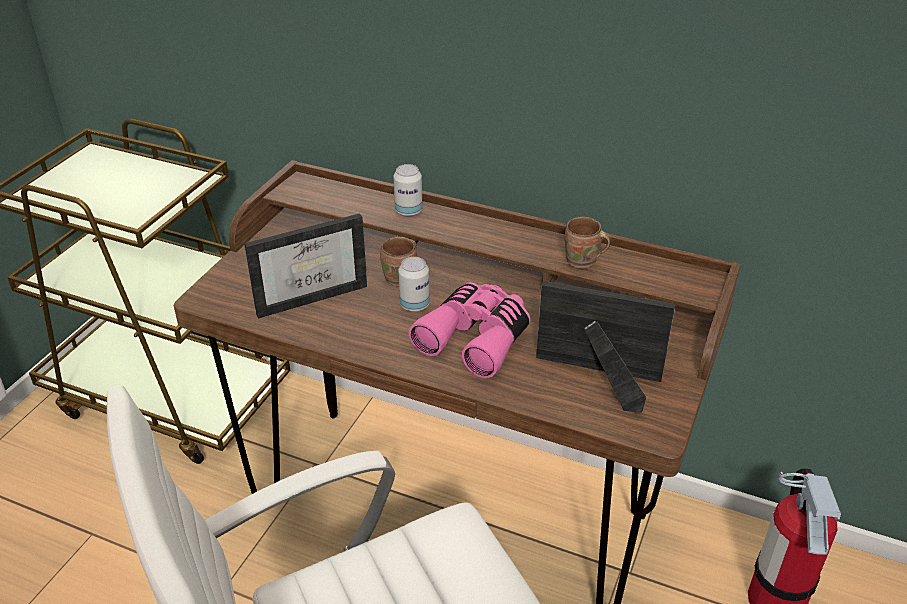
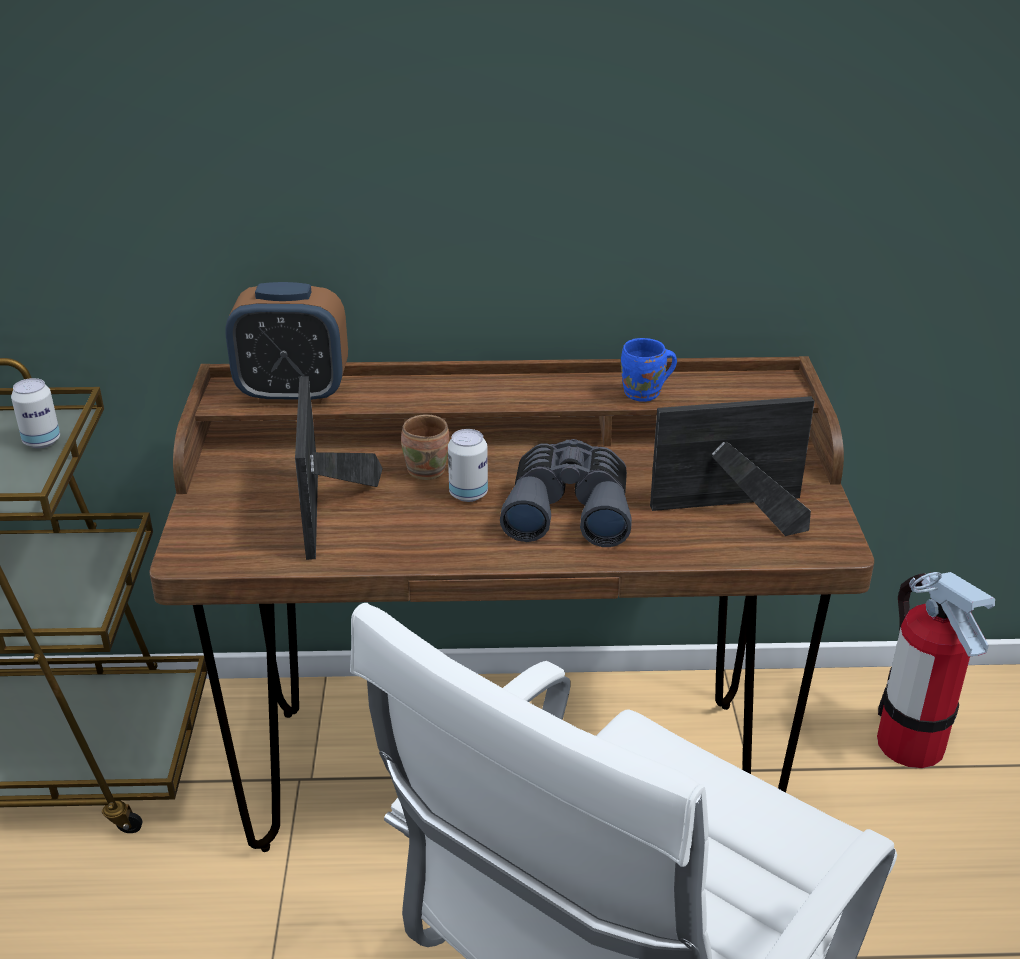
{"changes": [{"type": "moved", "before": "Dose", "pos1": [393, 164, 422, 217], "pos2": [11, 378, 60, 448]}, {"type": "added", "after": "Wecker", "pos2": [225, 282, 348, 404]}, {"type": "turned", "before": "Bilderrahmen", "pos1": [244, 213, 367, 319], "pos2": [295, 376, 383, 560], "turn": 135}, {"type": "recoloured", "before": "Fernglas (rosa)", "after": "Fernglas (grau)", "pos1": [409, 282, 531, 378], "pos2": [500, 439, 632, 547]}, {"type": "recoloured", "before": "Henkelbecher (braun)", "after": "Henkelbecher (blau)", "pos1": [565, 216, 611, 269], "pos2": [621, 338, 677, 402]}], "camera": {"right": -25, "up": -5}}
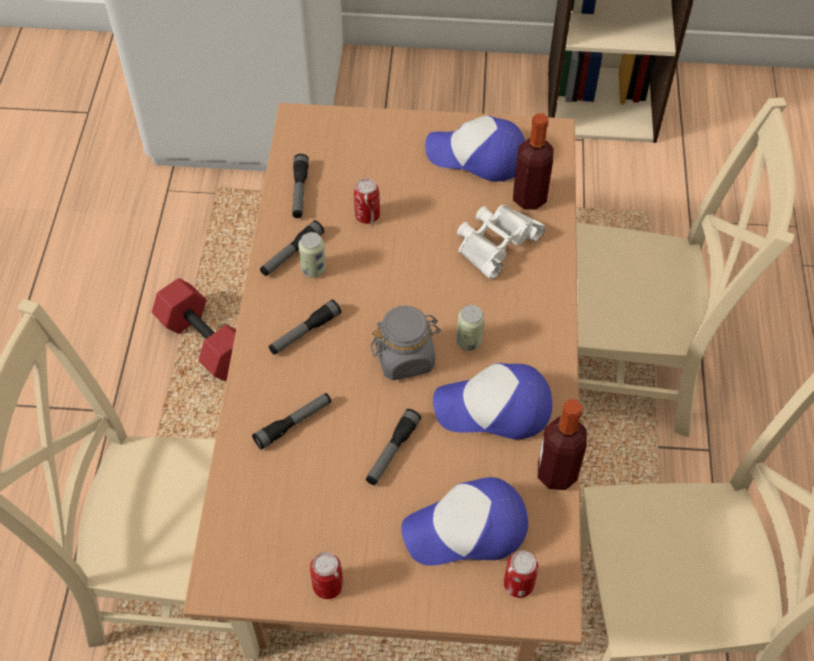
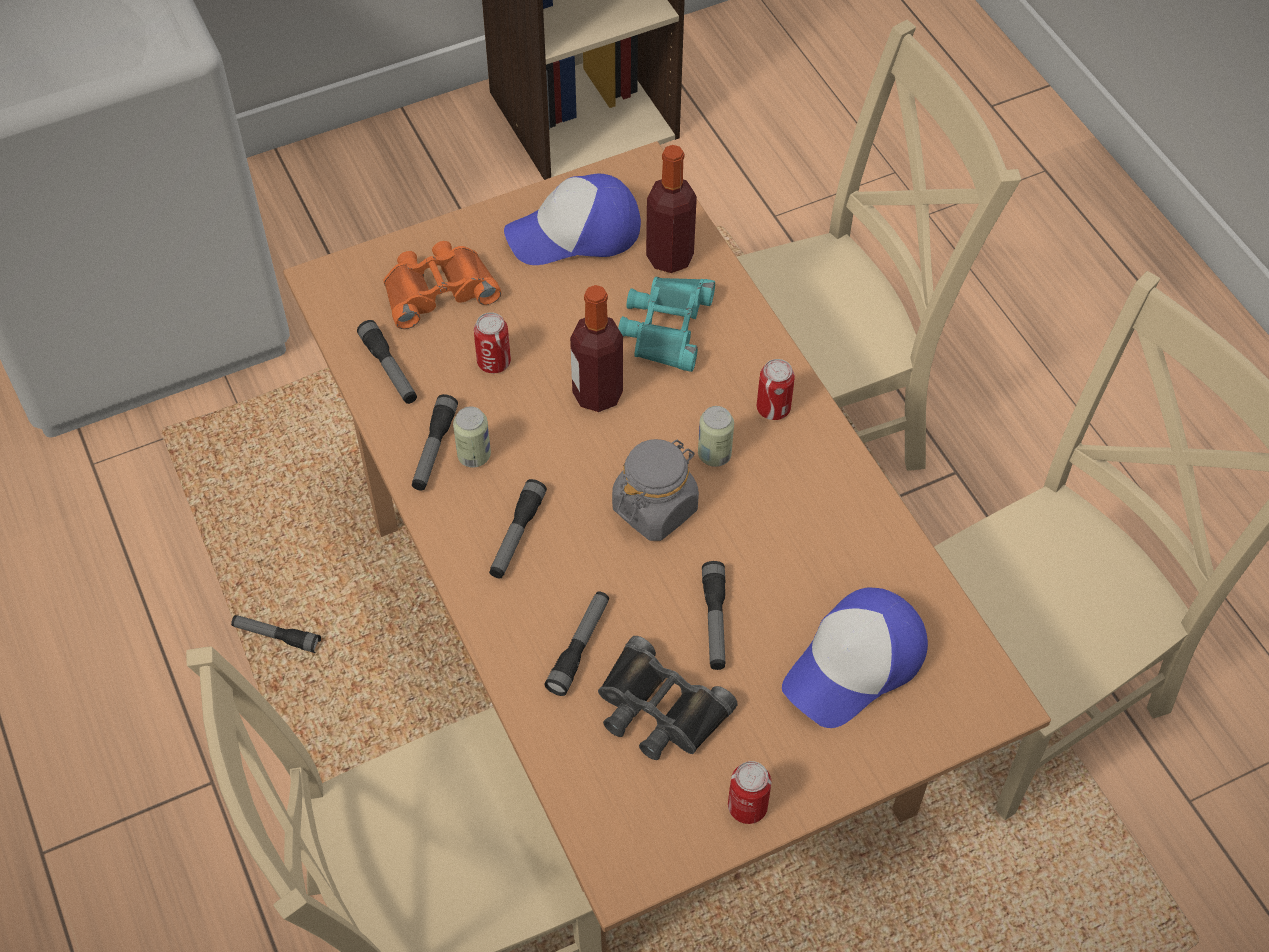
{"changes": [{"type": "replaced", "before": "Hantel (rot)", "after": "Taschenlampe", "pos1": [152, 278, 236, 381], "pos2": [231, 615, 321, 653]}, {"type": "added", "after": "Fernglas (orange)", "pos2": [383, 241, 502, 329]}, {"type": "moved", "before": "Flasche", "pos1": [537, 399, 587, 490], "pos2": [570, 285, 623, 412]}, {"type": "added", "after": "Fernglas (schwarz)", "pos2": [598, 636, 738, 760]}, {"type": "recoloured", "before": "Fernglas (weiß)", "after": "Fernglas (türkis)", "pos1": [457, 205, 545, 279], "pos2": [618, 277, 715, 372]}, {"type": "moved", "before": "Dose", "pos1": [504, 550, 538, 598], "pos2": [757, 359, 795, 420]}, {"type": "removed", "before": "Kappe", "pos1": [433, 363, 552, 439]}], "camera": {"right": -30, "up": 0}}
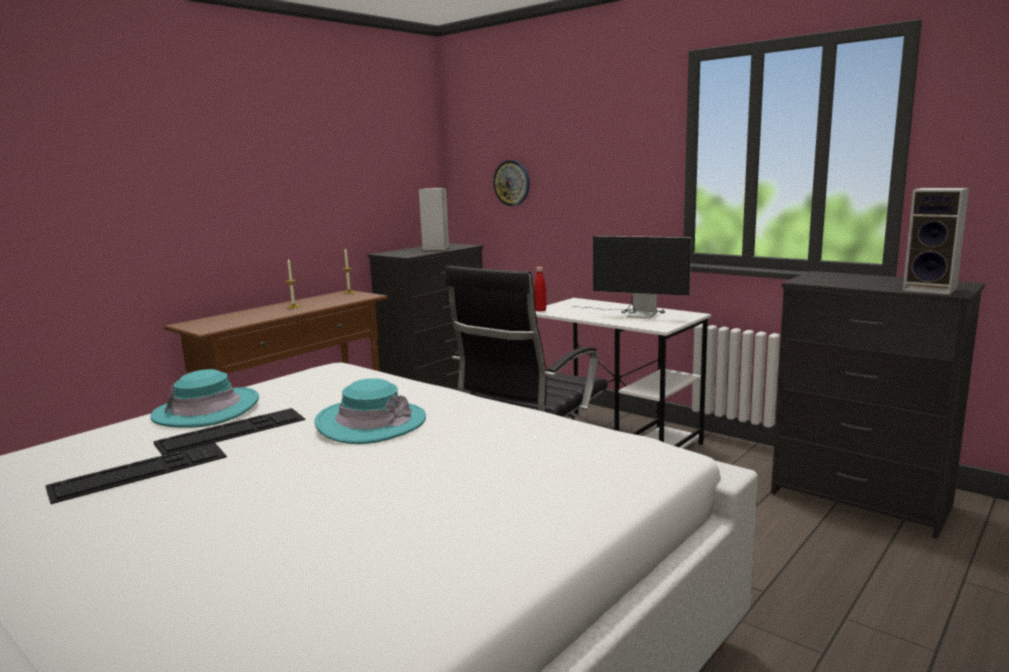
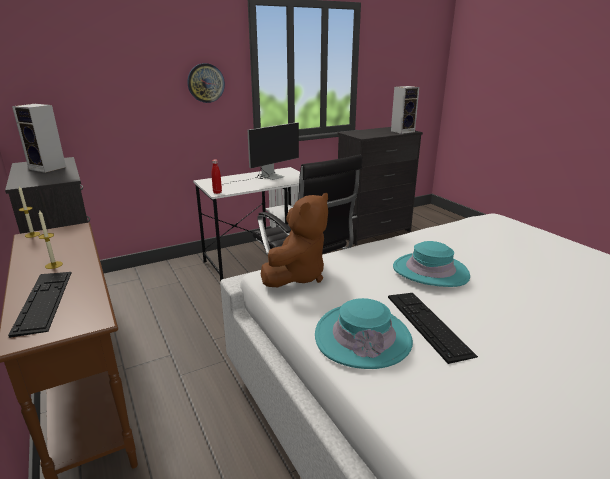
{"changes": [{"type": "moved", "before": "Tastatur", "pos1": [45, 442, 227, 504], "pos2": [8, 272, 72, 338]}, {"type": "moved", "before": "Wanduhr", "pos1": [493, 160, 530, 206], "pos2": [187, 63, 225, 103]}, {"type": "added", "after": "Plüschtier (braun)", "pos2": [261, 193, 328, 287]}], "camera": {"right": -70, "up": 10}}
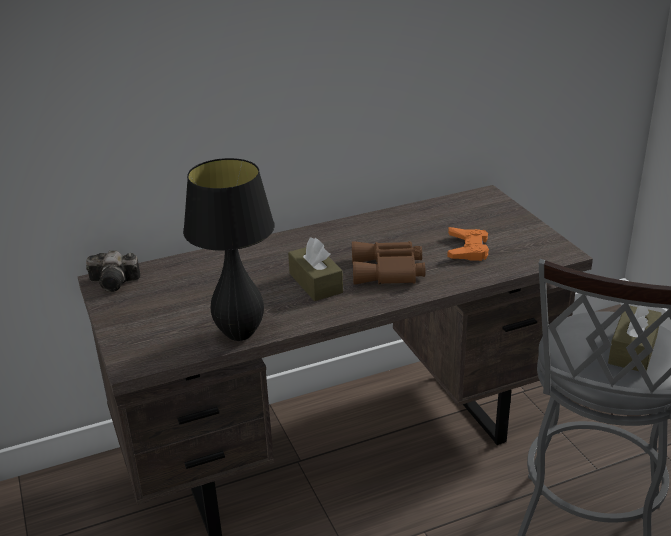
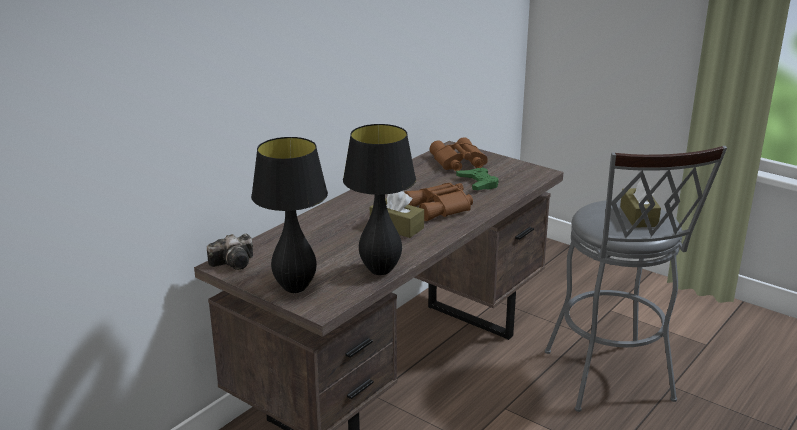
{"changes": [{"type": "added", "after": "Tischlampe (schwarz)", "pos2": [251, 137, 328, 293]}, {"type": "added", "after": "Fernglas (braun)", "pos2": [430, 137, 488, 171]}, {"type": "recoloured", "before": "Gamepad (orange)", "after": "Gamepad (grün)", "pos1": [447, 227, 489, 261], "pos2": [456, 167, 499, 190]}], "camera": {"right": -30, "up": -5}}
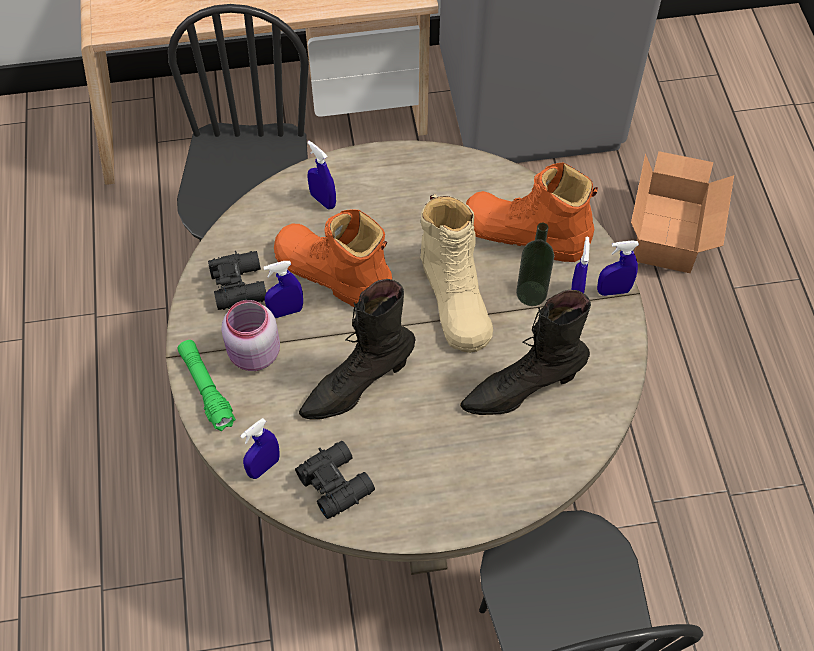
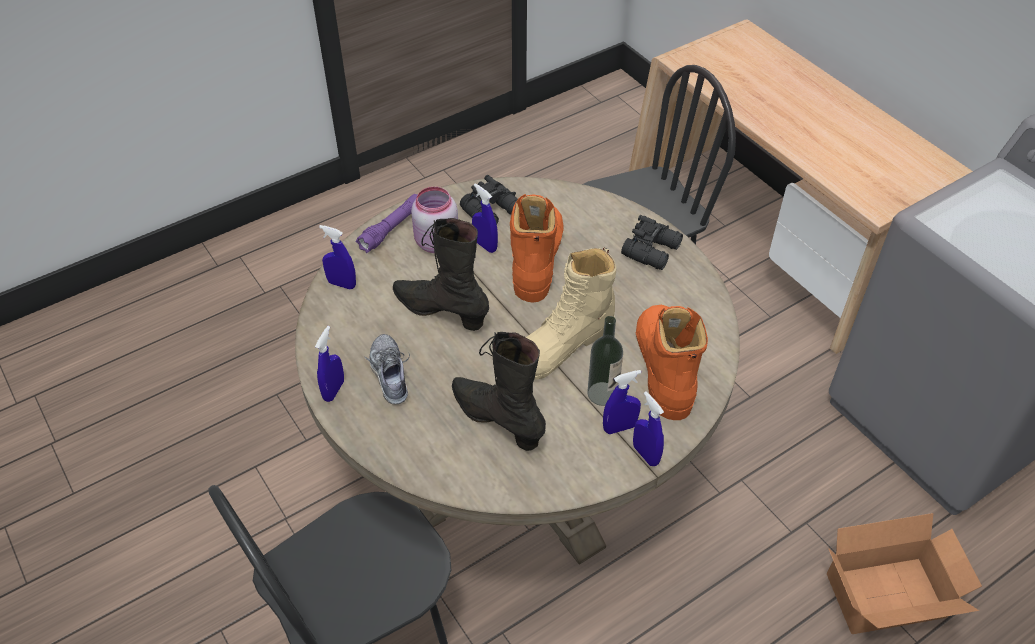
{"changes": [{"type": "moved", "before": "Sprühflasche (blau)", "pos1": [307, 141, 336, 209], "pos2": [315, 326, 344, 402]}, {"type": "recoloured", "before": "Taschenlampe (grün)", "after": "Taschenlampe (lila)", "pos1": [177, 340, 236, 431], "pos2": [356, 194, 417, 253]}, {"type": "added", "after": "Schuh", "pos2": [365, 334, 410, 405]}, {"type": "moved", "before": "Fernglas (schwarz)", "pos1": [295, 441, 375, 519], "pos2": [621, 215, 683, 270]}], "camera": {"right": 65, "up": -10}}
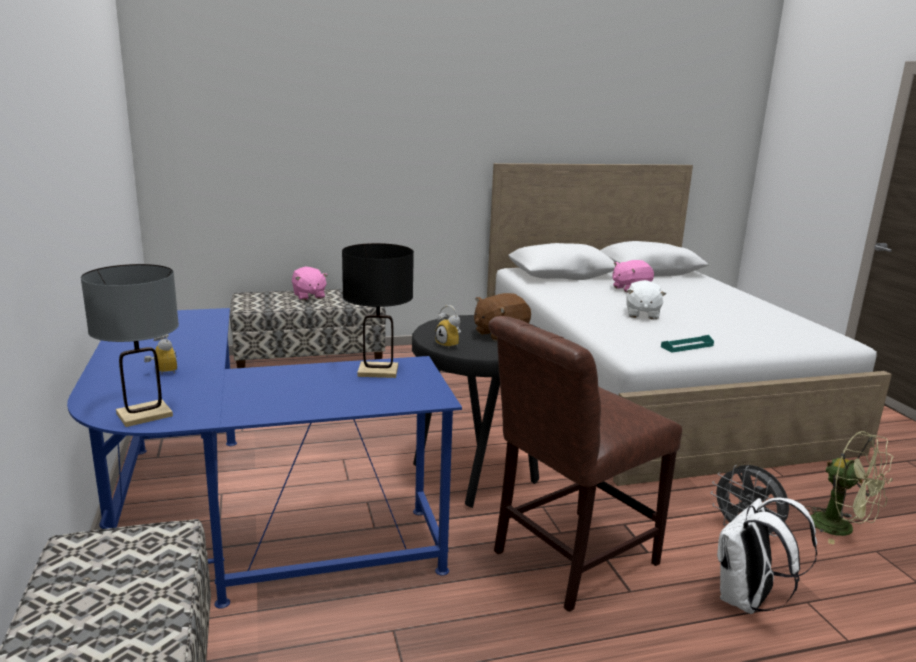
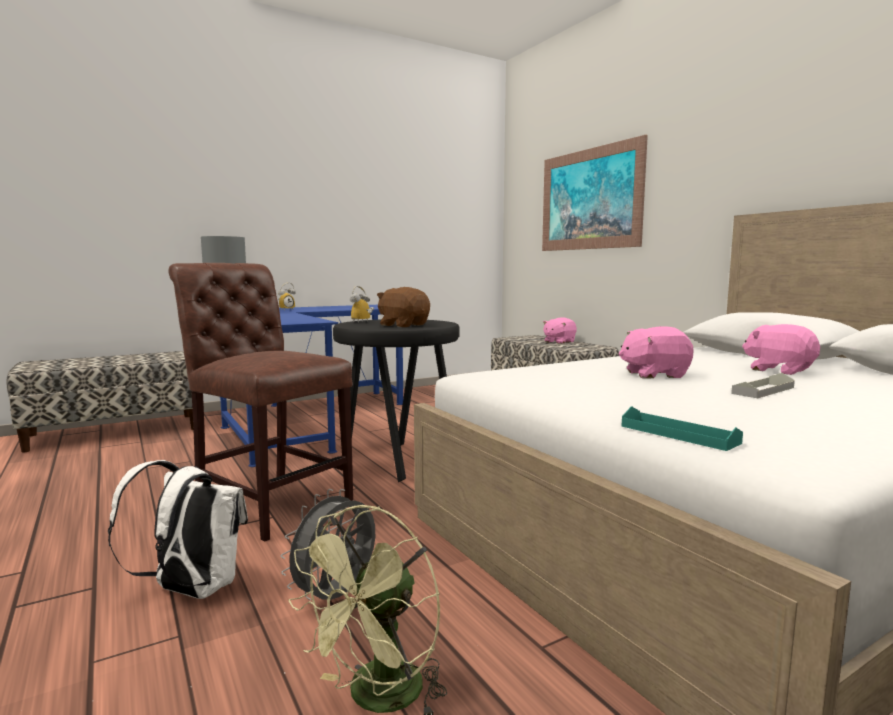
{"changes": [{"type": "added", "after": "Bild", "pos2": [542, 135, 648, 251]}, {"type": "recoloured", "before": "Plüschtier (weiß)", "after": "Plüschtier (rosa)", "pos1": [627, 280, 667, 319], "pos2": [619, 326, 694, 379]}, {"type": "moved", "before": "Tablett (türkis)", "pos1": [661, 335, 714, 353], "pos2": [621, 406, 743, 451]}, {"type": "added", "after": "Tablett (grau)", "pos2": [731, 373, 795, 398]}, {"type": "removed", "before": "Tischlampe (schwarz)", "pos1": [342, 243, 414, 378]}], "camera": {"right": 75, "up": -10}}
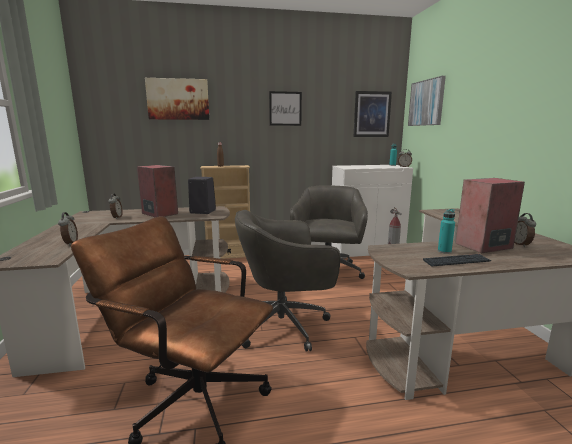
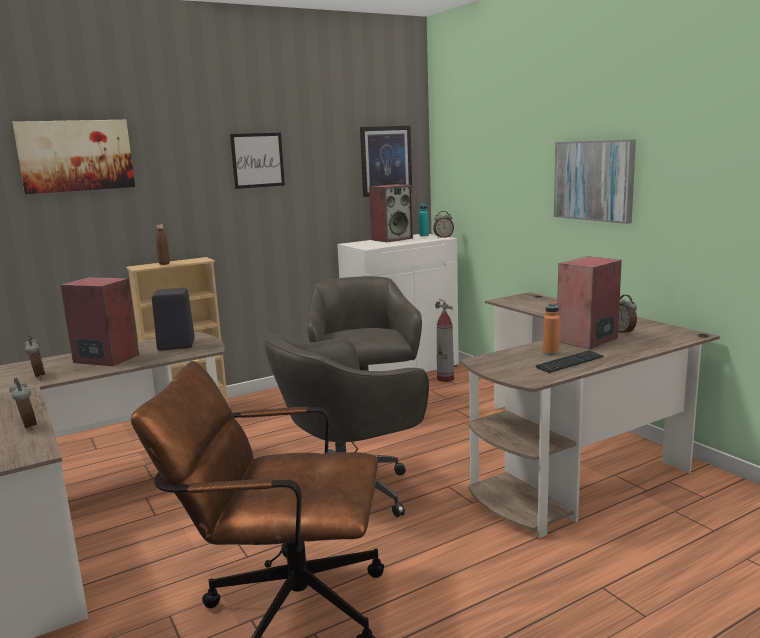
{"changes": [{"type": "added", "after": "Lautsprecher", "pos2": [369, 184, 413, 242]}, {"type": "recoloured", "before": "Flasche (türkis)", "after": "Flasche (orange)", "pos1": [438, 209, 455, 254], "pos2": [543, 301, 560, 356]}, {"type": "moved", "before": "Bild", "pos1": [408, 76, 446, 126], "pos2": [554, 139, 636, 224]}], "camera": {"right": -20, "up": 0}}
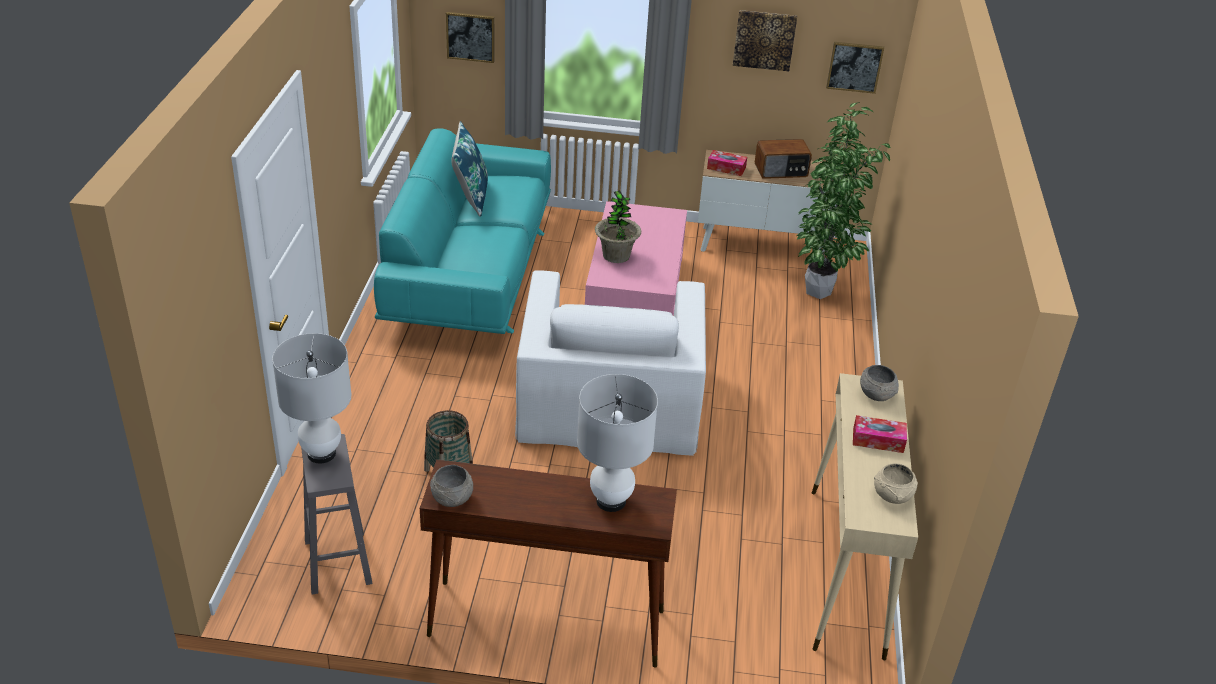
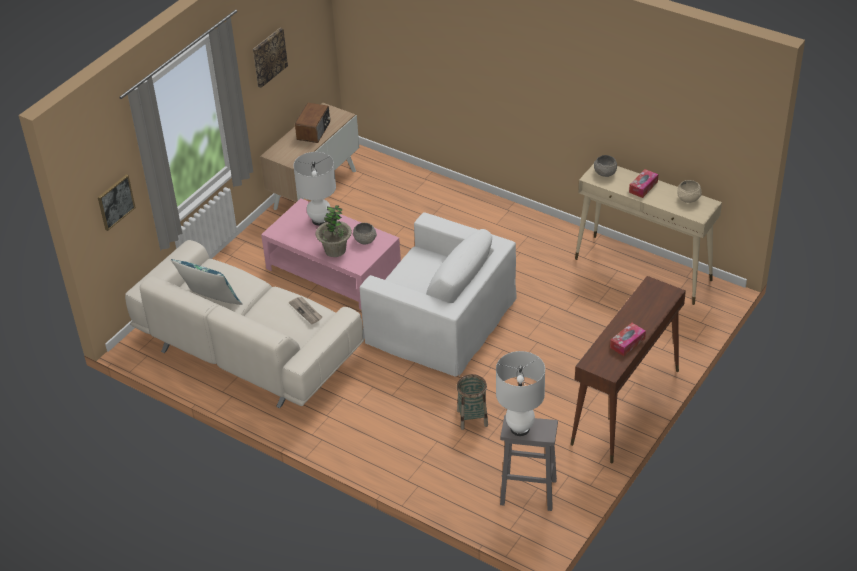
{"changes": [{"type": "recoloured", "before": "Sofa (türkis)", "after": "Sofa (beige)", "pos1": [374, 128, 551, 334], "pos2": [125, 240, 364, 408]}, {"type": "added", "after": "Zeitung", "pos2": [289, 297, 322, 324]}, {"type": "moved", "before": "Tischlampe (weiß)", "pos1": [577, 374, 658, 512], "pos2": [293, 152, 336, 226]}, {"type": "moved", "before": "Schüssel (grau)", "pos1": [430, 465, 473, 507], "pos2": [353, 223, 377, 244]}, {"type": "moved", "before": "Taschentuchbox", "pos1": [707, 150, 747, 176], "pos2": [610, 323, 646, 356]}, {"type": "removed", "before": "Topfpflanze", "pos1": [797, 102, 890, 299]}, {"type": "removed", "before": "Bild", "pos1": [826, 42, 884, 94]}], "camera": {"right": -60, "up": 5}}
